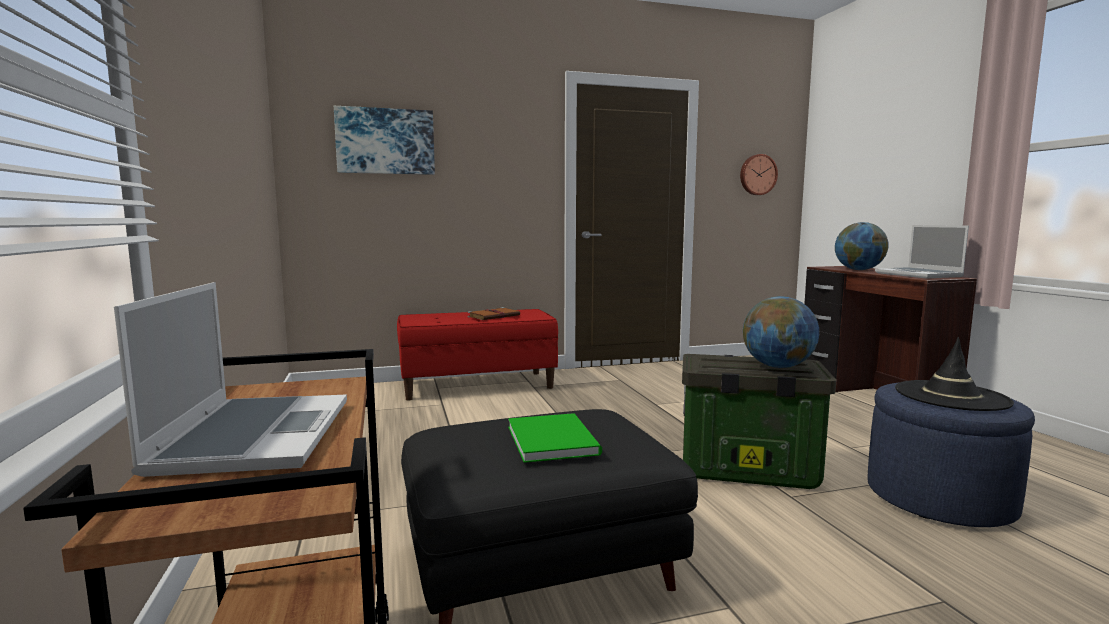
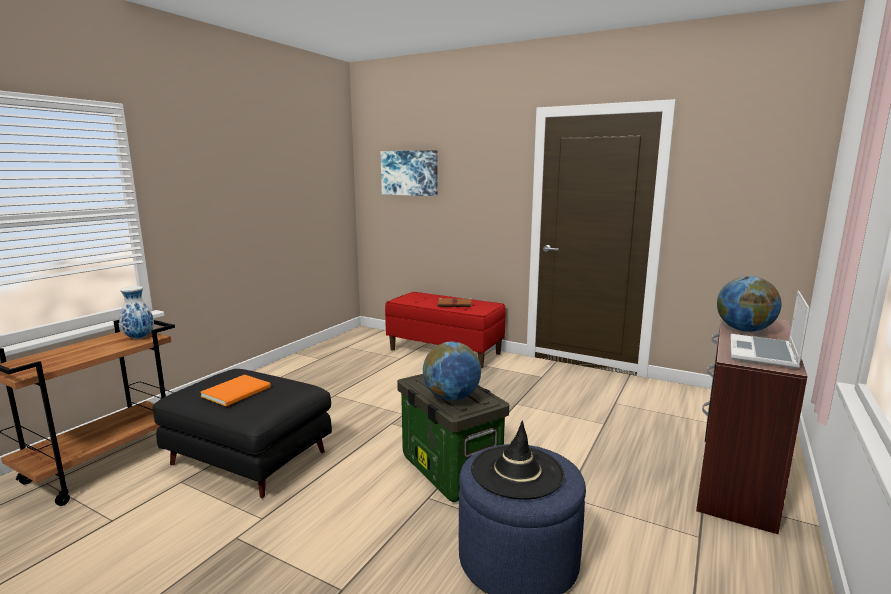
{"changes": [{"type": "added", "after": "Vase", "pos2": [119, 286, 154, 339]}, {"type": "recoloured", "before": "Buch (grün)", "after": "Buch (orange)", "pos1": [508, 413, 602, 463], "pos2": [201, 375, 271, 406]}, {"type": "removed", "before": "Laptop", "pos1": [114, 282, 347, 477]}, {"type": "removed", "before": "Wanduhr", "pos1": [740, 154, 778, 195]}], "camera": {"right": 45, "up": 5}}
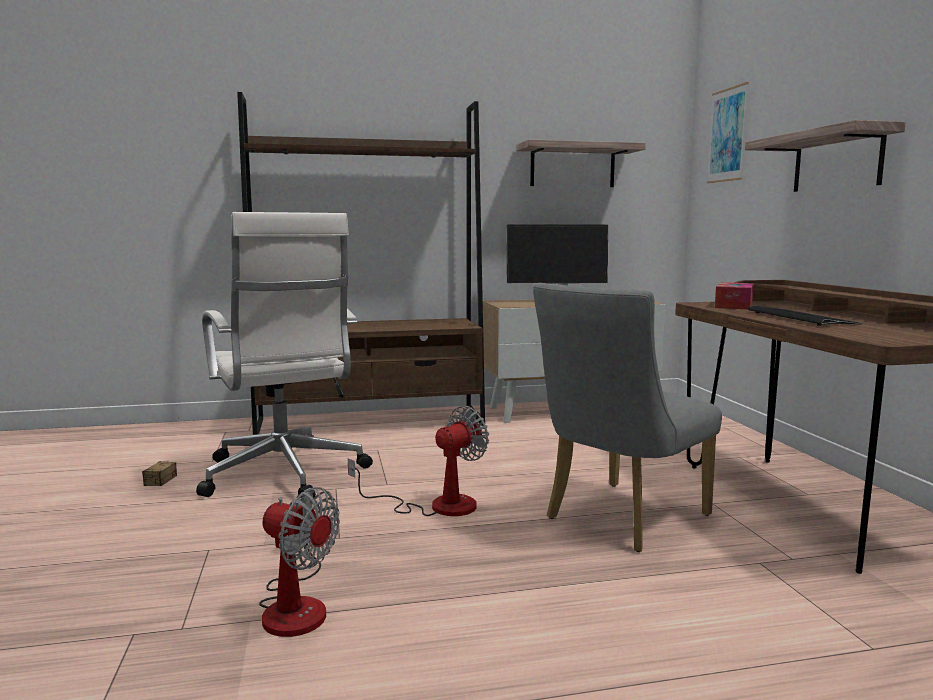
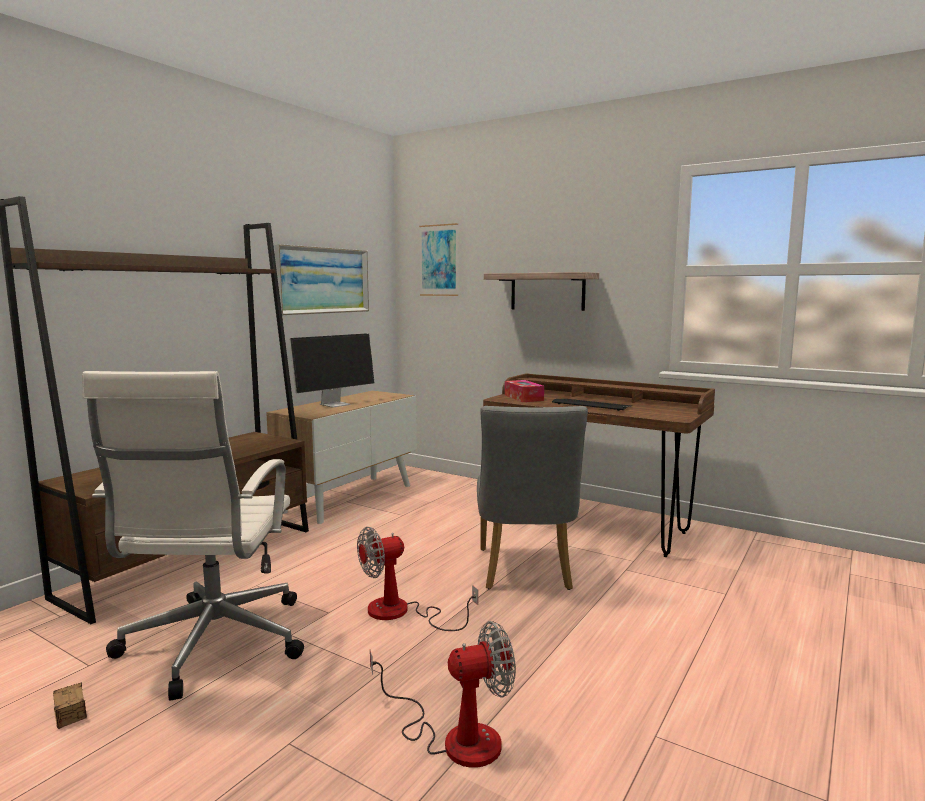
{"changes": [{"type": "turned", "before": "Bürostuhl (weiß)", "pos1": [196, 212, 373, 501], "pos2": [82, 371, 304, 701], "turn": 75}, {"type": "replaced", "before": "Wandregal", "after": "Bild", "pos1": [516, 140, 646, 187], "pos2": [274, 244, 369, 315]}, {"type": "turned", "before": "Ventilator", "pos1": [348, 406, 489, 516], "pos2": [357, 527, 478, 631], "turn": -120}], "camera": {"right": -45, "up": 0}}
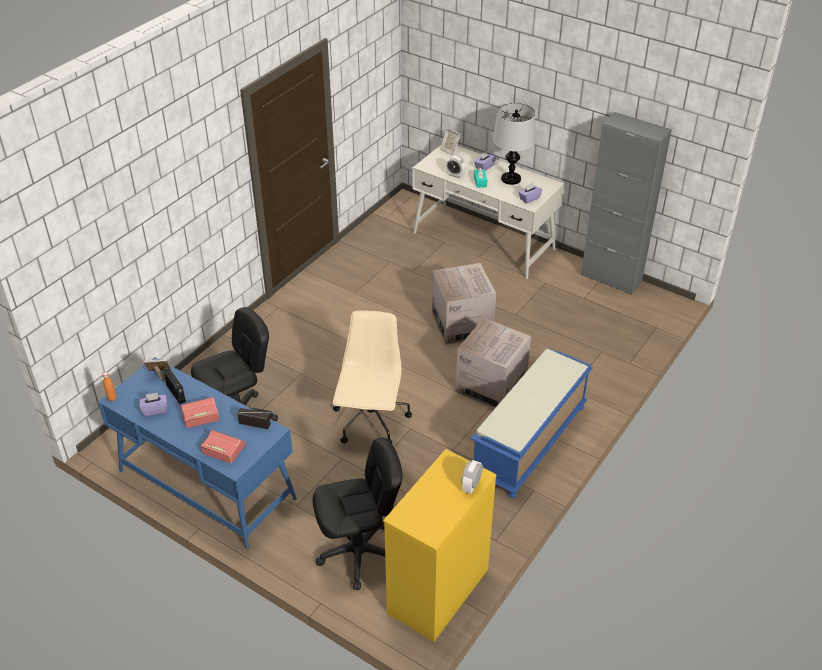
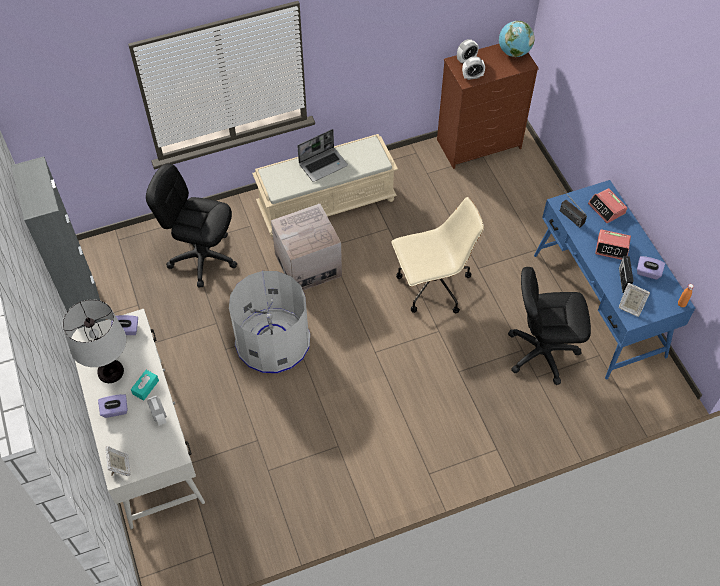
{"changes": [{"type": "moved", "before": "Bürostuhl (schwarz)", "pos1": [313, 438, 402, 590], "pos2": [146, 164, 237, 287]}, {"type": "replaced", "before": "Karton", "after": "Mülleimer (grau)", "pos1": [432, 263, 496, 345], "pos2": [229, 271, 310, 373]}, {"type": "recoloured", "before": "Bank (blau)", "after": "Bank (beige)", "pos1": [471, 348, 593, 498], "pos2": [252, 134, 398, 237]}, {"type": "added", "after": "Laptop", "pos2": [297, 129, 348, 182]}, {"type": "turned", "before": "Bürostuhl (beige)", "pos1": [333, 310, 412, 443], "pos2": [392, 197, 484, 313], "turn": -150}, {"type": "recoloured", "before": "Kommode (gelb)", "after": "Kommode (braun)", "pos1": [383, 449, 497, 642], "pos2": [437, 44, 539, 169]}, {"type": "added", "after": "Wecker", "pos2": [462, 57, 485, 80]}, {"type": "added", "after": "Globus", "pos2": [499, 21, 535, 57]}], "camera": {"right": -145, "up": 15}}
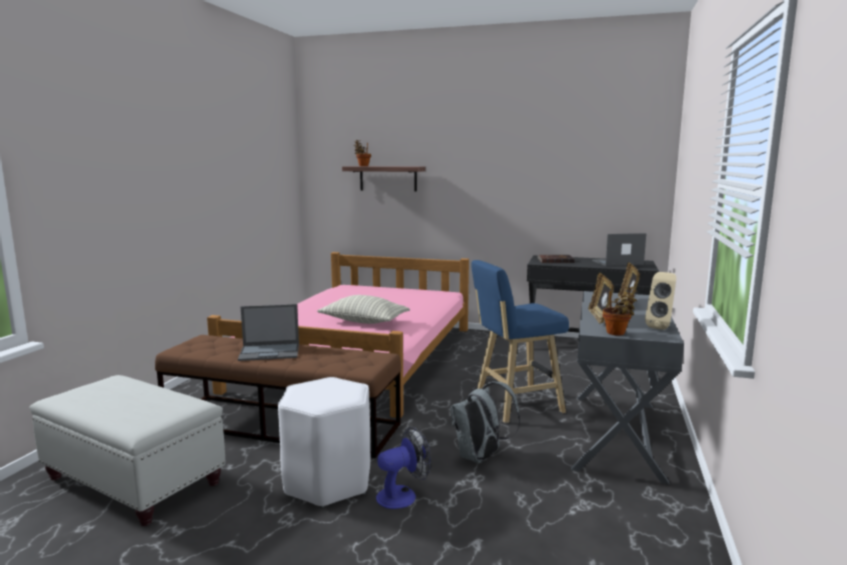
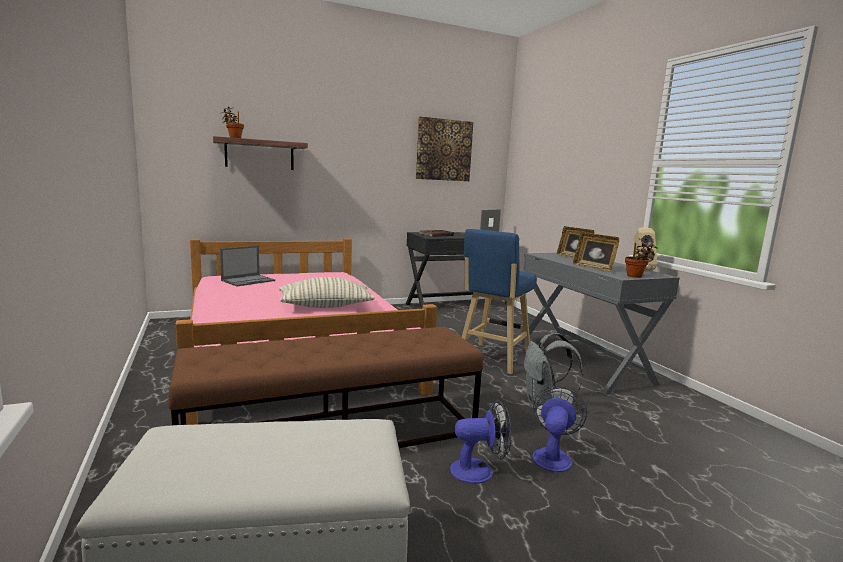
{"changes": [{"type": "moved", "before": "Laptop", "pos1": [238, 304, 299, 361], "pos2": [220, 246, 275, 286]}, {"type": "added", "after": "Bild", "pos2": [416, 117, 473, 181]}, {"type": "replaced", "before": "Hocker (weiß)", "after": "Ventilator", "pos1": [278, 377, 370, 508], "pos2": [450, 400, 511, 484]}], "camera": {"right": -40, "up": 0}}
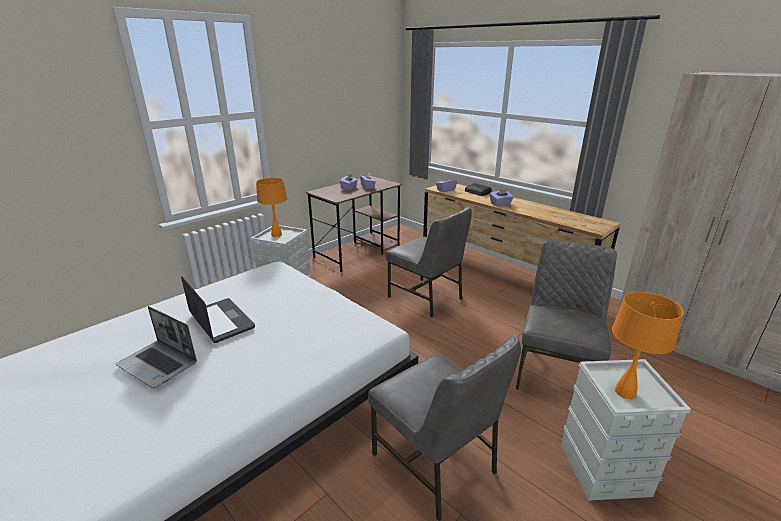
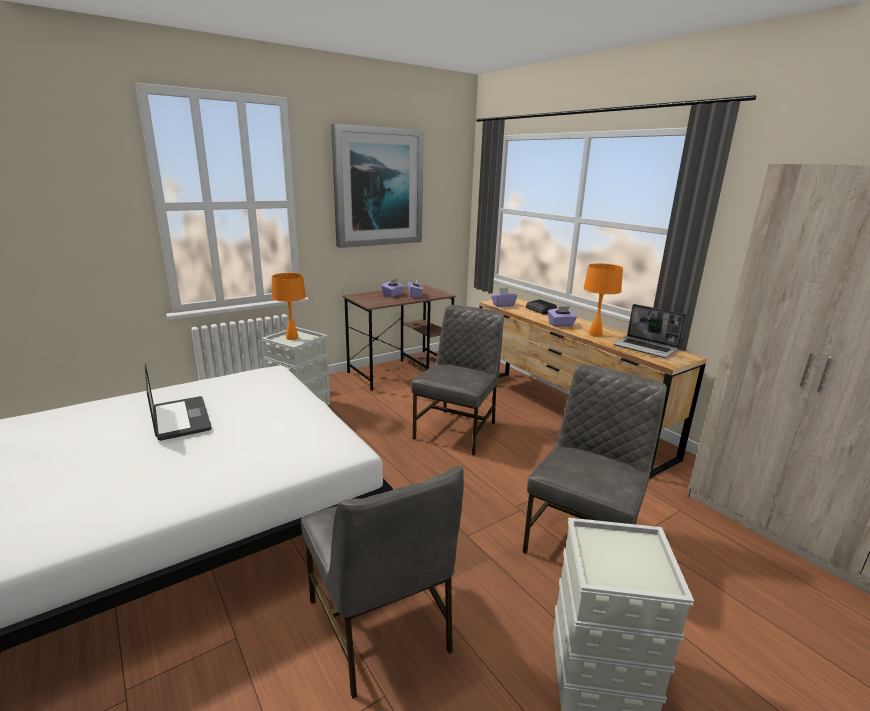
{"changes": [{"type": "added", "after": "Bild", "pos2": [331, 124, 424, 248]}, {"type": "turned", "before": "Stuhl (grau)", "pos1": [386, 207, 472, 318], "pos2": [411, 305, 504, 456], "turn": -120}, {"type": "moved", "before": "Tischlampe (orange)", "pos1": [612, 292, 684, 399], "pos2": [583, 263, 623, 337]}, {"type": "moved", "before": "Laptop", "pos1": [116, 306, 197, 388], "pos2": [613, 304, 686, 358]}], "camera": {"right": 10, "up": -5}}
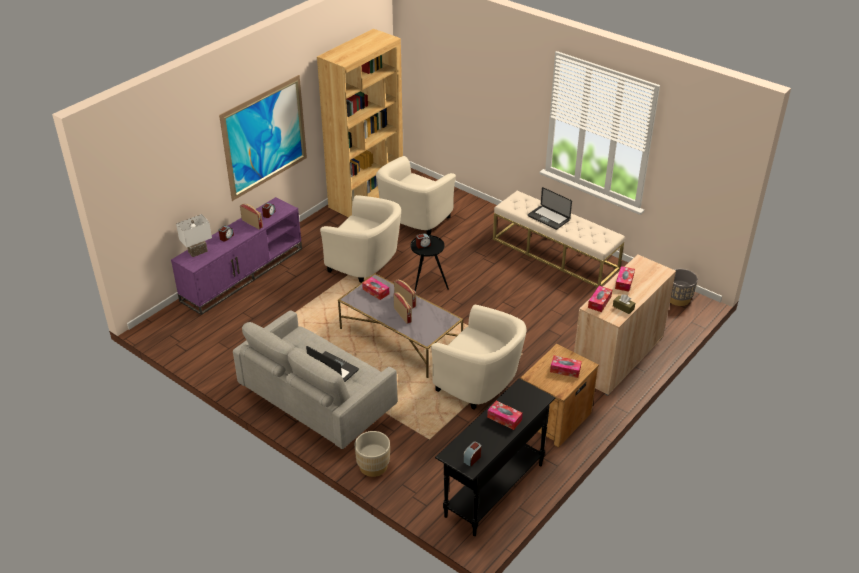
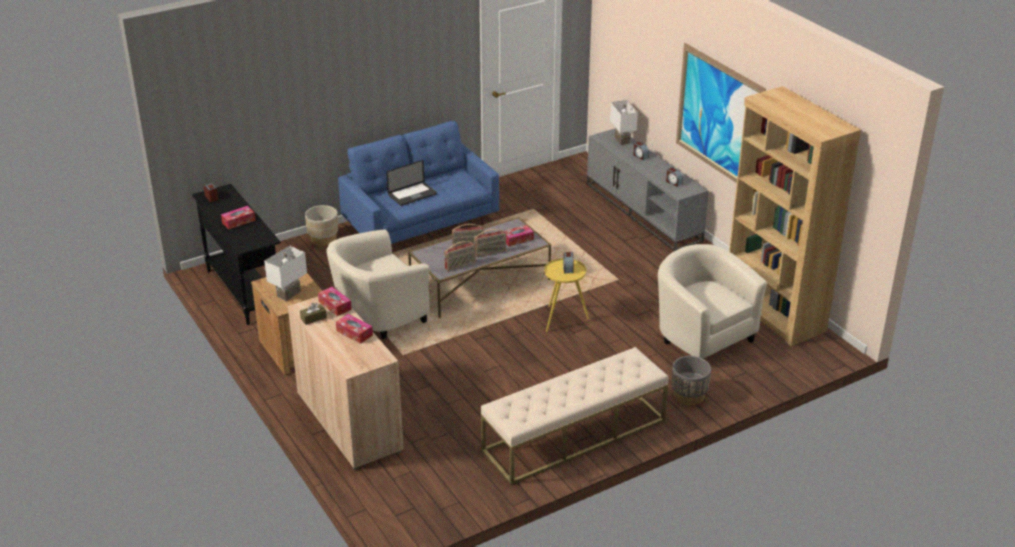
{"changes": [{"type": "replaced", "before": "Taschentuchbox", "after": "Tischlampe (weiß)", "pos1": [550, 355, 582, 378], "pos2": [264, 245, 307, 301]}, {"type": "recoloured", "before": "Sofa (grau)", "after": "Sofa (blau)", "pos1": [233, 310, 397, 449], "pos2": [338, 121, 499, 244]}, {"type": "moved", "before": "Radio", "pos1": [240, 204, 263, 229], "pos2": [444, 241, 476, 271]}, {"type": "recoloured", "before": "Beistelltisch (schwarz)", "after": "Beistelltisch (gelb)", "pos1": [411, 235, 449, 292], "pos2": [544, 258, 589, 333]}, {"type": "recoloured", "before": "Fernsehschrank (lila)", "after": "Fernsehschrank (grau)", "pos1": [171, 197, 302, 315], "pos2": [587, 129, 709, 251]}, {"type": "moved", "before": "Pflanzkübel (grau)", "pos1": [670, 269, 698, 306], "pos2": [672, 356, 711, 405]}, {"type": "removed", "before": "Sessel (beige)", "pos1": [320, 195, 401, 283]}, {"type": "removed", "before": "Laptop", "pos1": [528, 187, 572, 230]}], "camera": {"right": 110, "up": -5}}
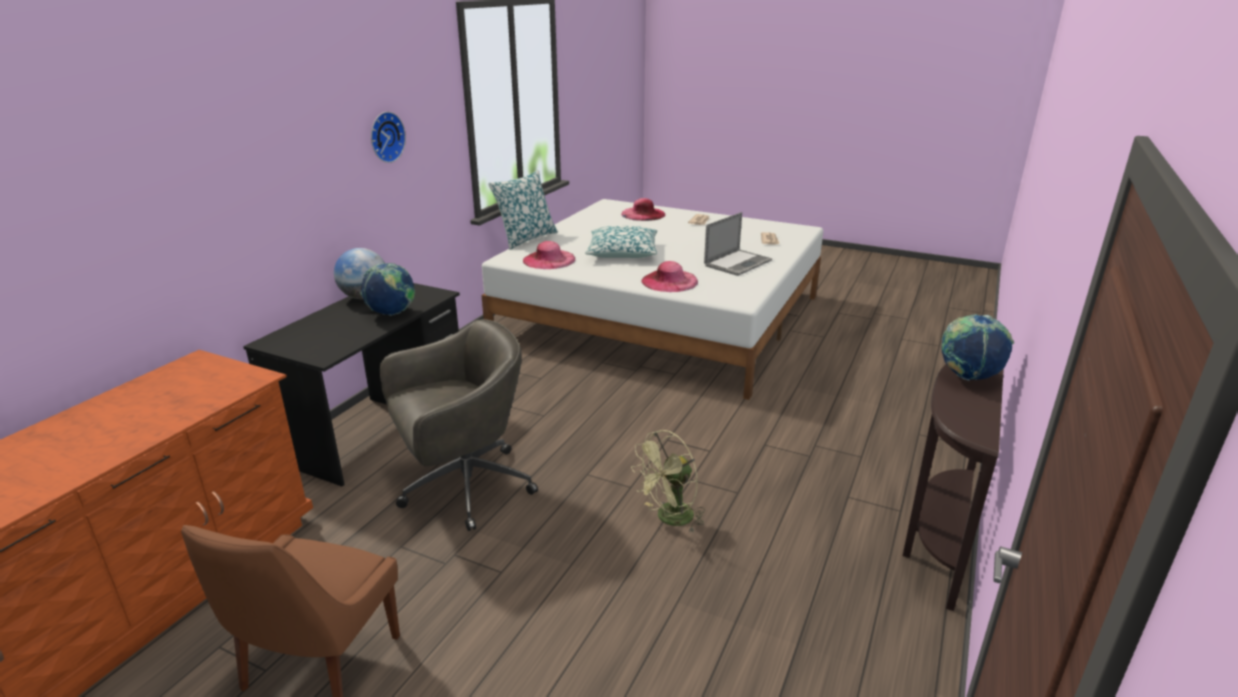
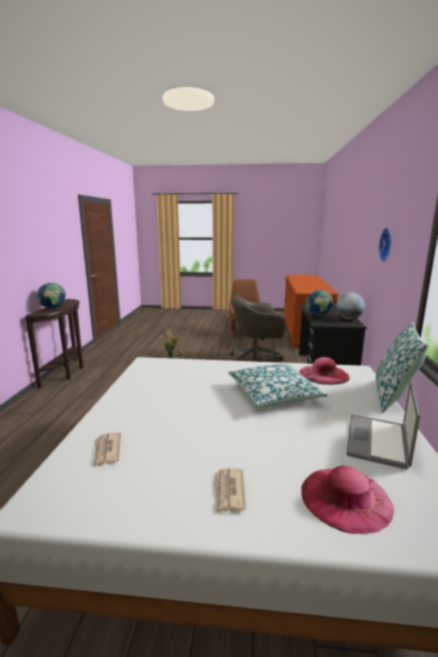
{"changes": [{"type": "turned", "before": "Bürostuhl (grau)", "pos1": [380, 319, 538, 531], "pos2": [230, 295, 286, 362], "turn": 45}, {"type": "moved", "before": "Laptop", "pos1": [704, 212, 772, 276], "pos2": [346, 380, 420, 469]}, {"type": "removed", "before": "Hut (rosa)", "pos1": [641, 261, 698, 292]}], "camera": {"right": 160, "up": -10}}
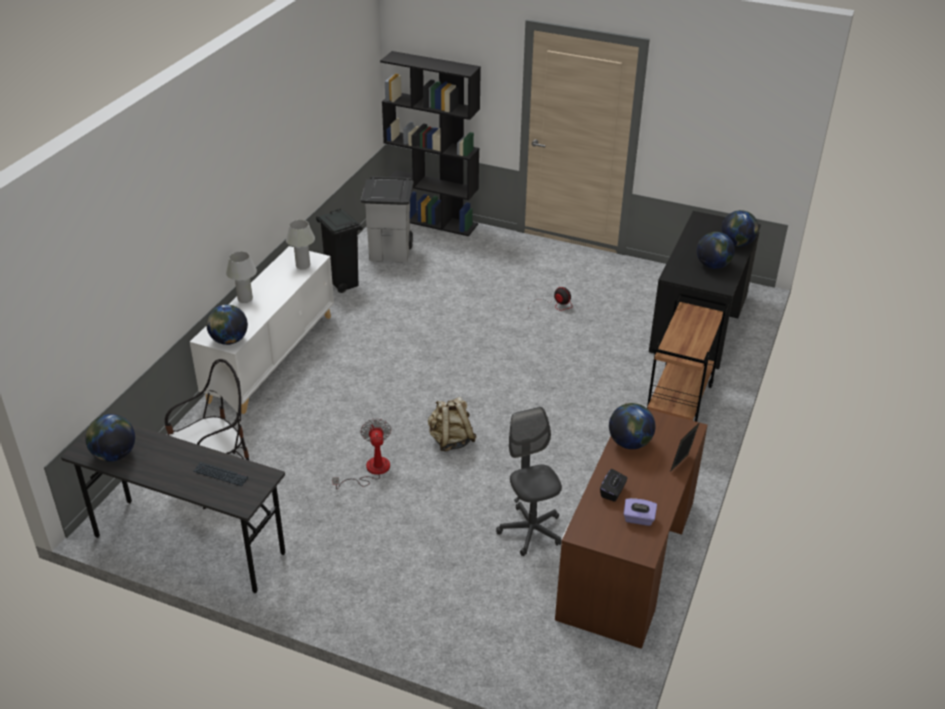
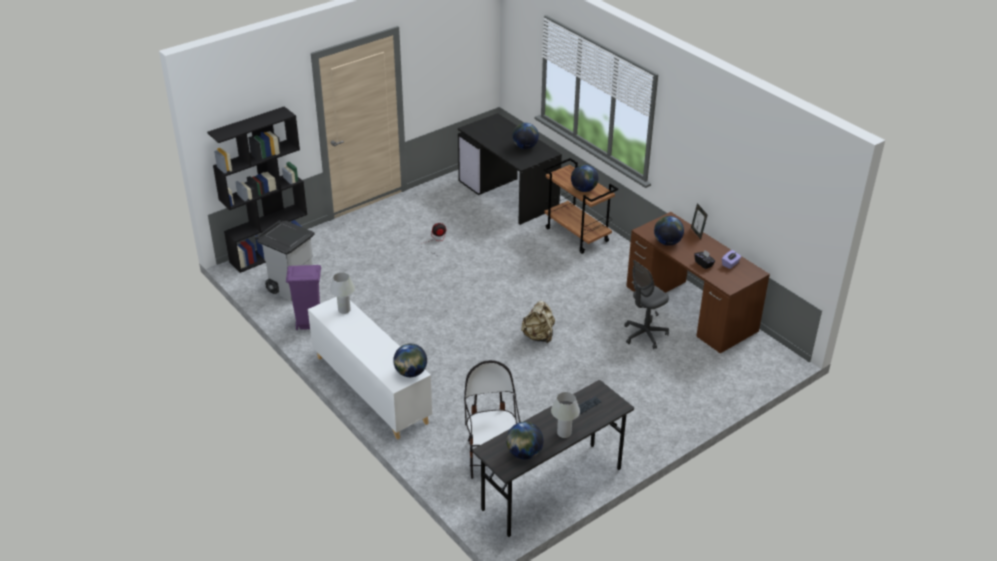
{"changes": [{"type": "recoloured", "before": "Mülleimer (schwarz)", "after": "Mülleimer (lila)", "pos1": [316, 209, 362, 293], "pos2": [286, 265, 321, 330]}, {"type": "moved", "before": "Tischlampe (weiß)", "pos1": [226, 251, 257, 303], "pos2": [551, 392, 580, 438]}, {"type": "moved", "before": "Globus", "pos1": [722, 210, 759, 247], "pos2": [571, 164, 598, 192]}, {"type": "turned", "before": "Bürostuhl (grau)", "pos1": [496, 407, 562, 556], "pos2": [624, 260, 669, 349], "turn": -45}, {"type": "removed", "before": "Ventilator", "pos1": [332, 418, 391, 490]}], "camera": {"right": -60, "up": 0}}
